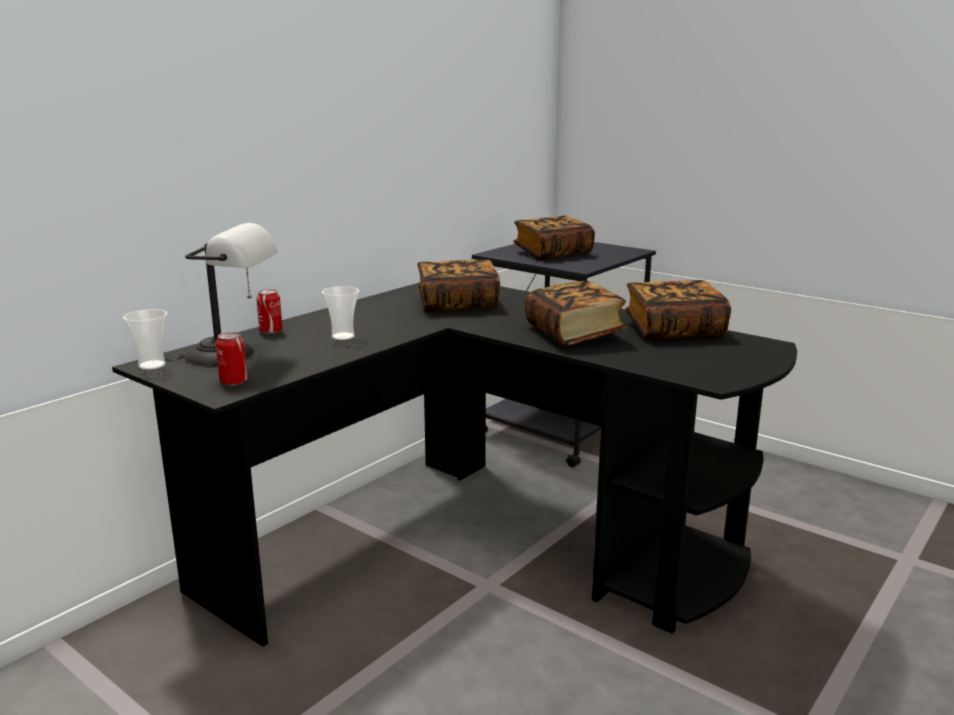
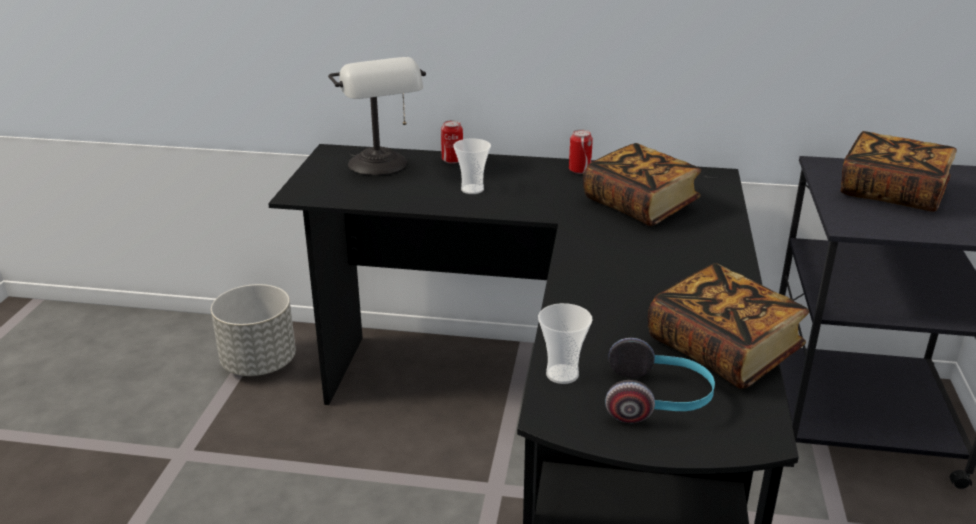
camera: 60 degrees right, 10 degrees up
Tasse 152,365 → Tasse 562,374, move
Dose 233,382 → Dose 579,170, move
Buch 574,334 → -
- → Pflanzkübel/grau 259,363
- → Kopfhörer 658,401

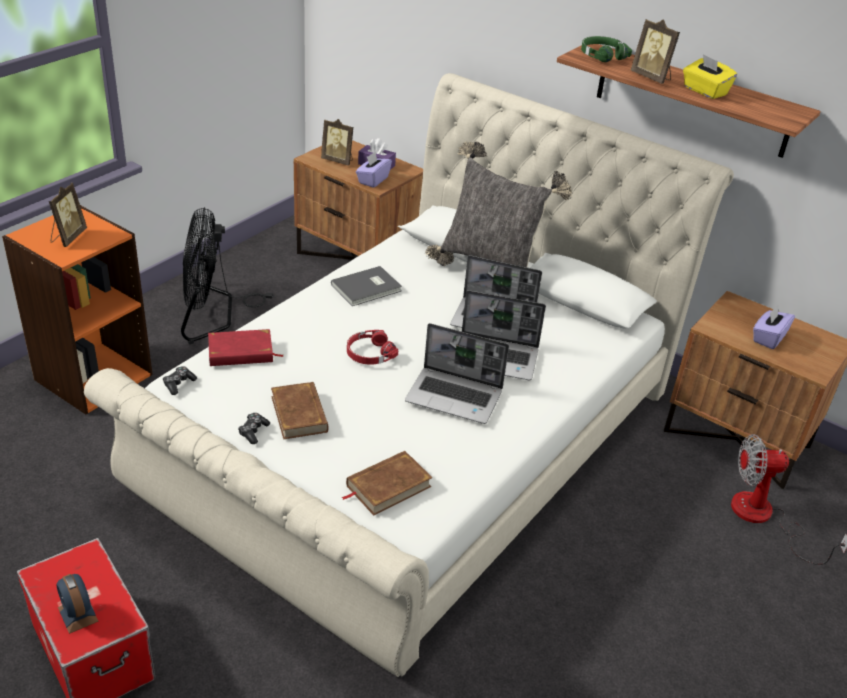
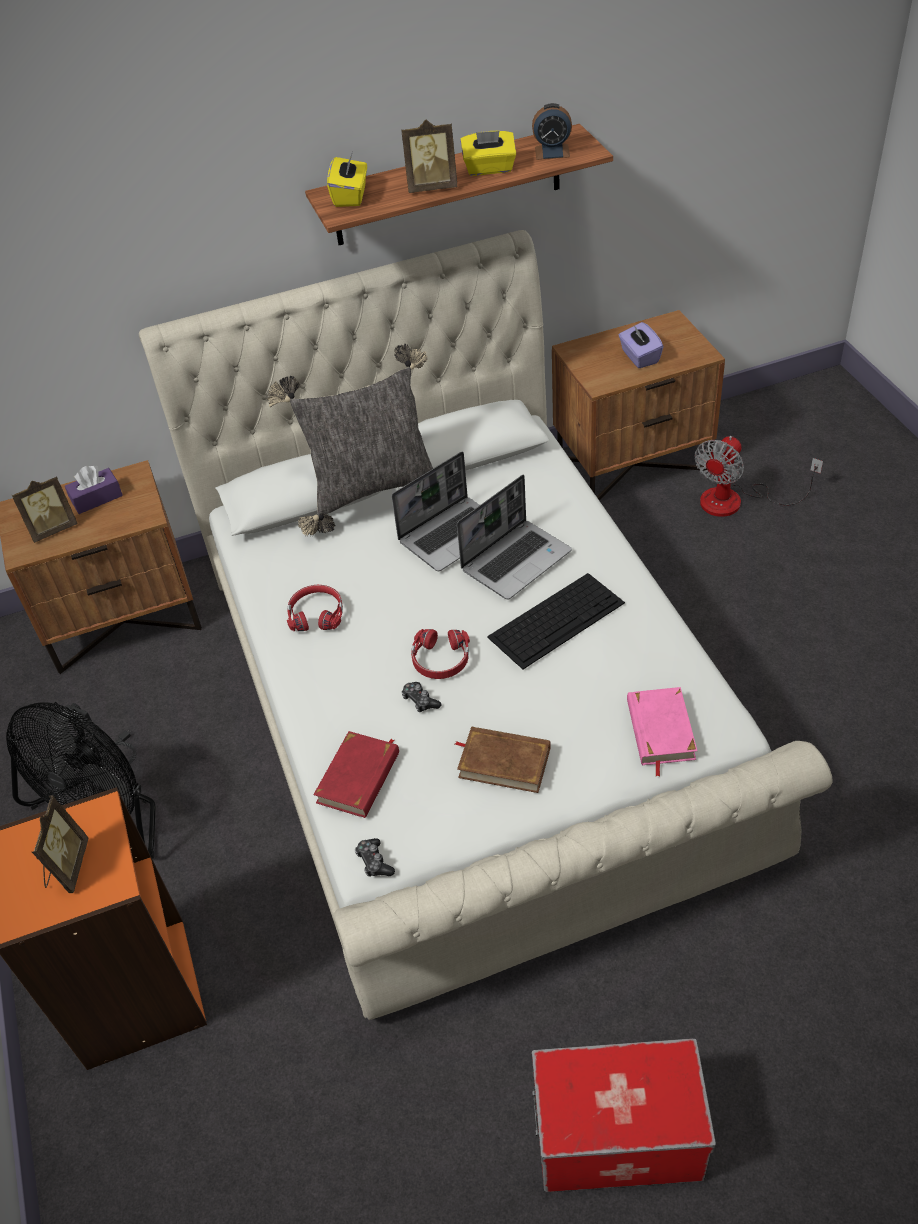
camera: 50 degrees left, 10 degrees up
Bilderrahmen 68,237 → Bilderrahmen 67,867, 45 degrees clockwise
Wecker 78,614 → Wecker 552,152, move
Gamepad 253,432 → Gamepad 420,701, move
Buch/grau 368,288 → Kopfhörer/rot 316,614
Buch/braun 388,486 → Buch/rosa 660,730
Taschentuchbox/lila 373,180 → -
Laptop 455,396 → Tastatur 557,619
Kopfhörer/grün 602,55 → Taschentuchbox/gelb 350,196

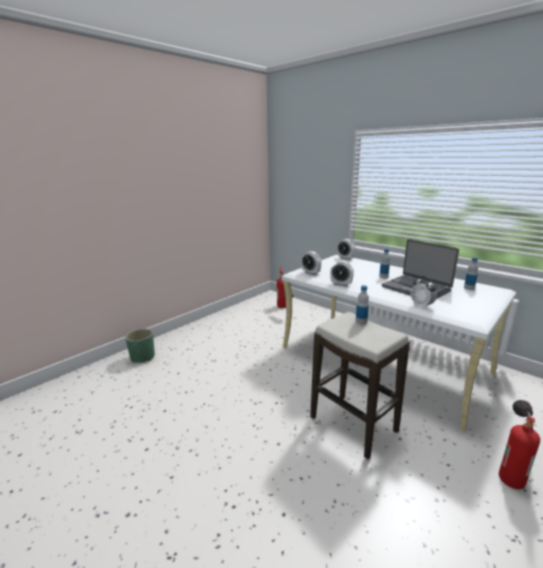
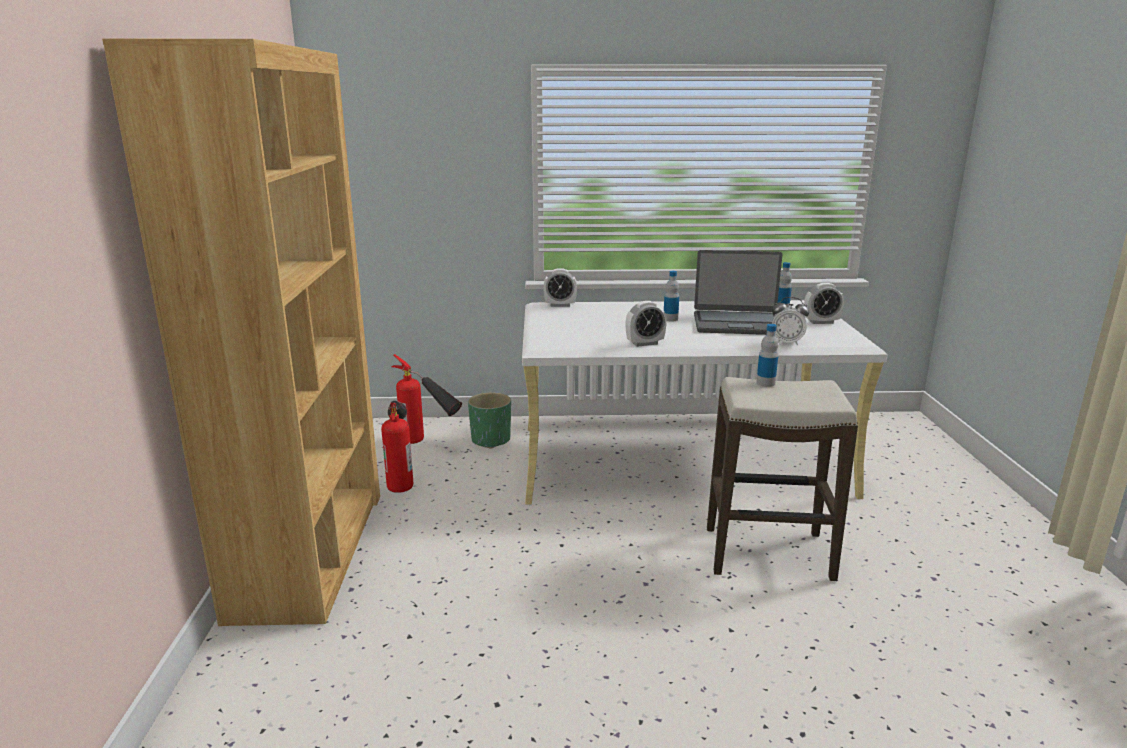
camera: 45 degrees left, 0 degrees up
Pflanzkübel/grün 143,357 → Pflanzkübel/grün 491,440, move
Wecker 311,273 → Wecker 821,322, move
Feuerlöscher 512,464 → Feuerlöscher 400,475, move
- → Bücherregal/braun 310,552

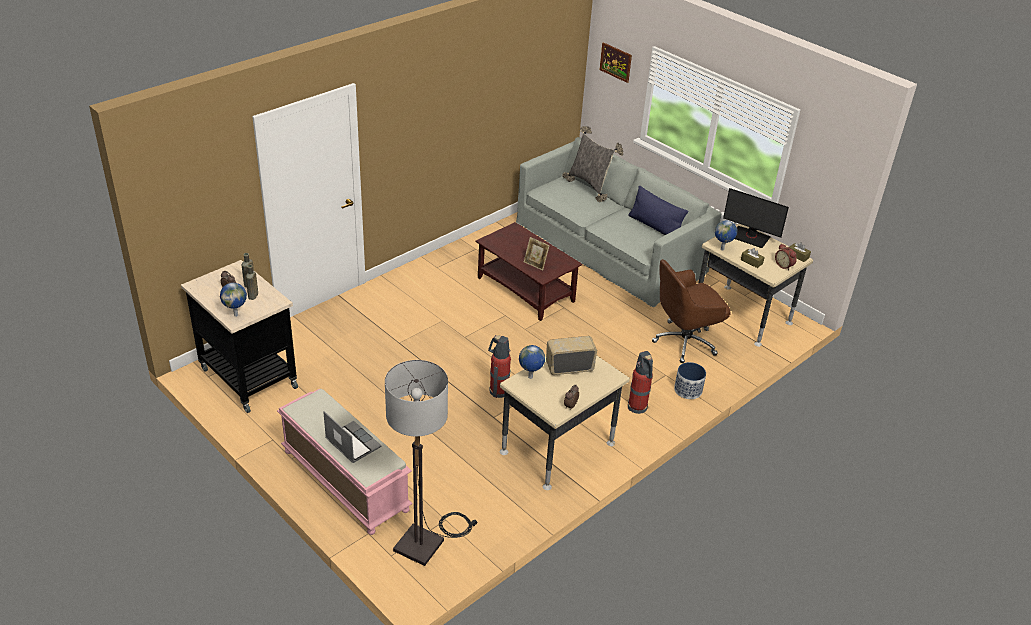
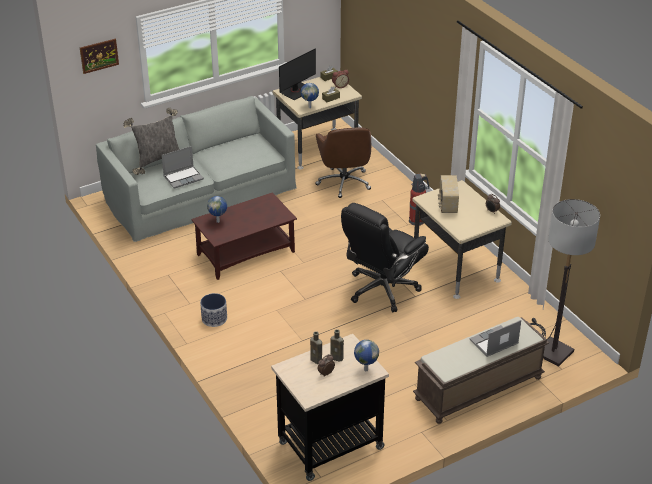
camera: 75 degrees left, 0 degrees up
Bank/rosa 344,480 → Bank/braun 478,389
Feuerlöscher 498,391 → Bürostuhl/schwarz 382,289
Globus 530,377 → Globus 218,221, move
Bilderrahmen 535,264 → -
Kissen/blau 655,227 → -
Pflanzkübel 688,390 → Pflanzkübel 214,319, move
- → Laptop 183,177

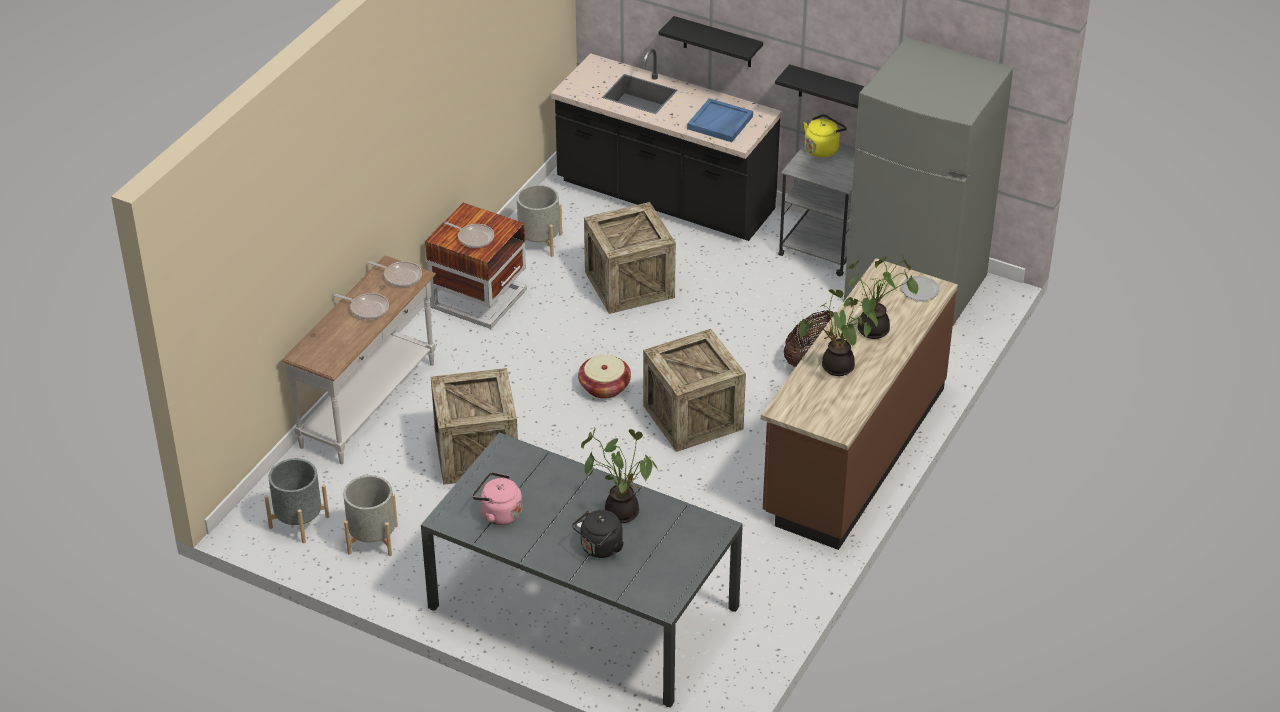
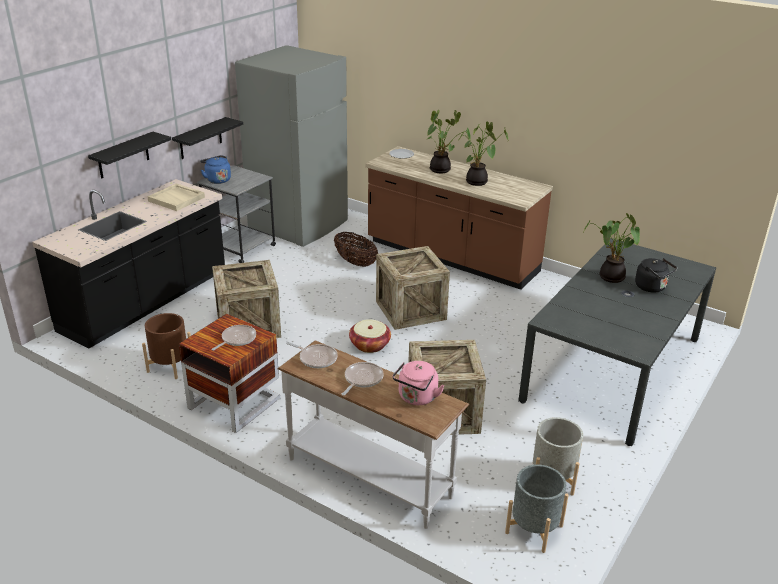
camera: 85 degrees left, 10 degrees down
Pfanne 401,276 → Pfanne 316,358, 90 degrees clockwise
Wasserkessel/rosa 498,513 → Wasserkessel/rosa 416,398, move
Pflanzkübel/grau 539,242 → Pflanzkübel/braun 170,366
Tablett/blau 720,123 → Tablett/beige 177,199
Wasserkessel/gelb 822,149 → Wasserkessel/blau 217,180

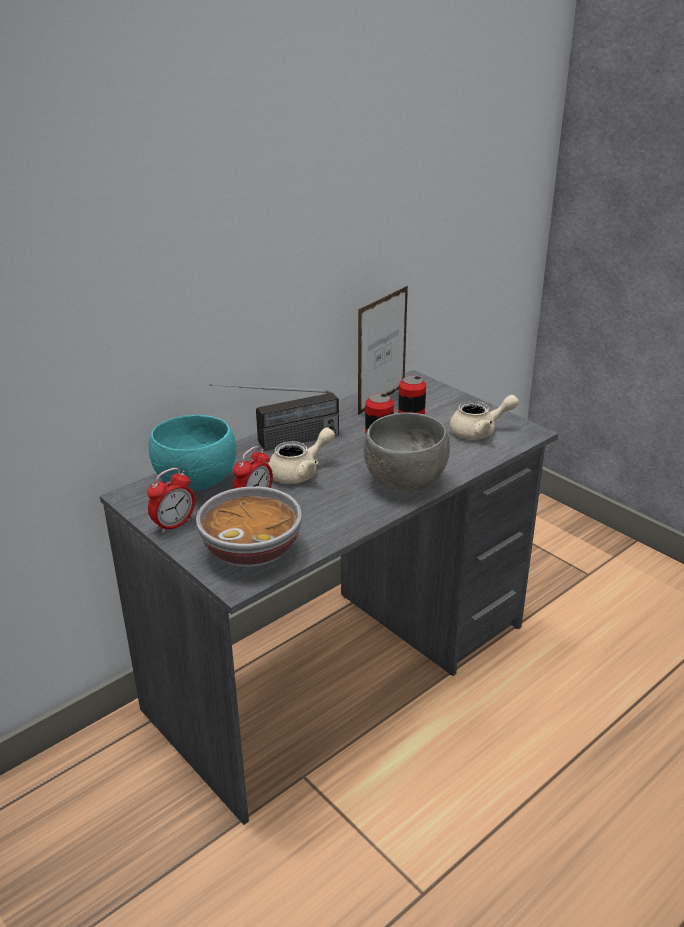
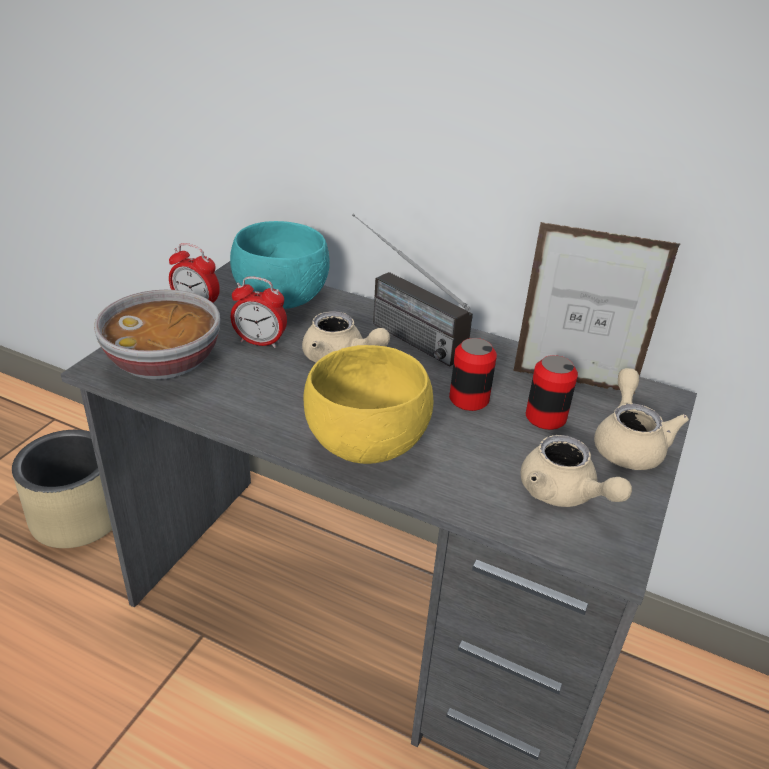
camera: 65 degrees right, 5 degrees up
Schüssel/grau 404,481 → Schüssel/gelb 366,443
- → Pflanzkübel/beige 78,517
- → Teekanne/beige 628,443

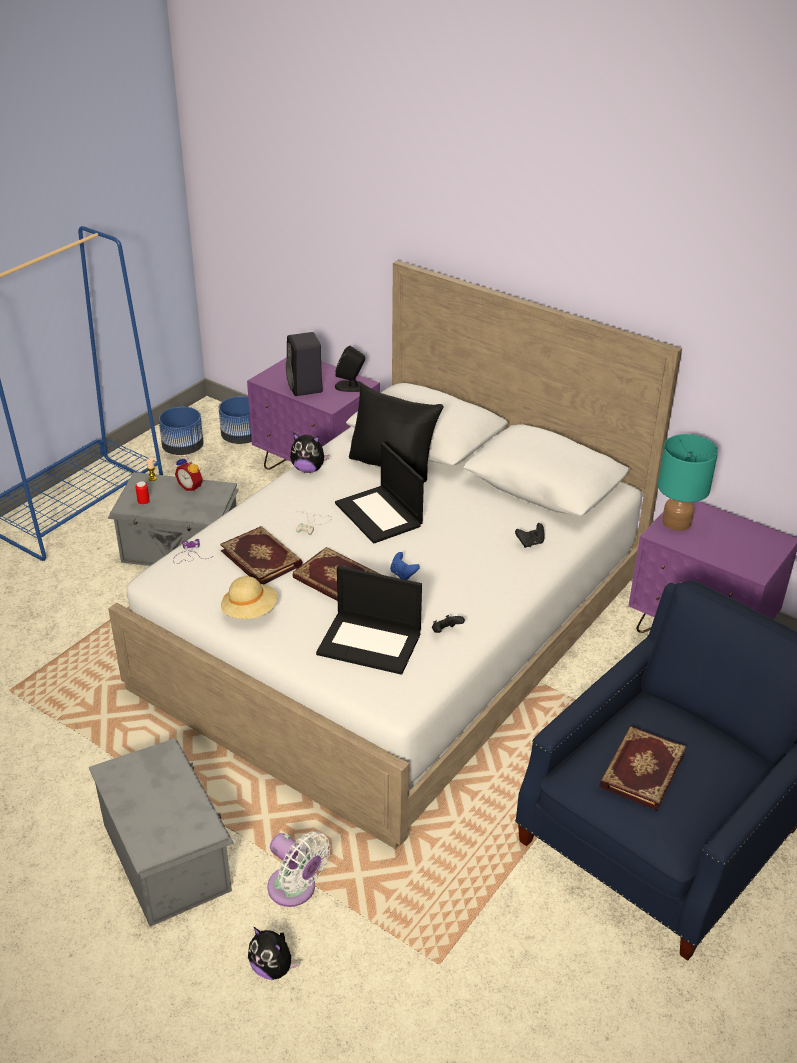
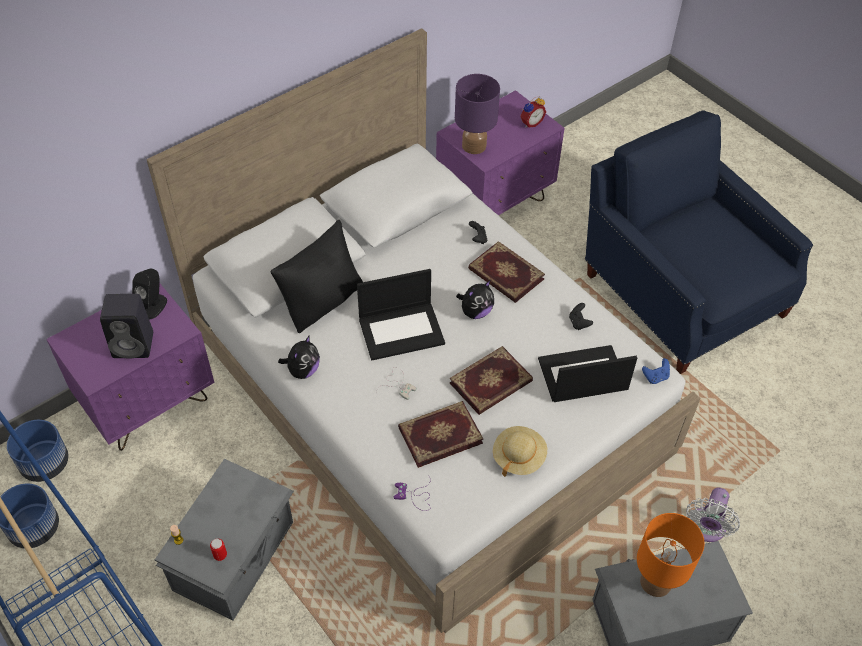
camera: 75 degrees left, 15 degrees up
Wecker 191,487 → Wecker 530,123, move
Plüschtier 273,968 → Plüschtier 475,312, move
Ventilator/weiß 295,890 → Ventilator/weiß 705,528, 150 degrees clockwise
Laptop 371,643 → Laptop 582,376, 135 degrees counterclockwise
Gamepad/blau 403,574 → Gamepad/blau 655,377, move
Buch 640,769 → Buch 505,275, move
Tischlampe/türkis 677,522 → Tischlampe/lila 474,145
- → Tischlampe/orange 655,582

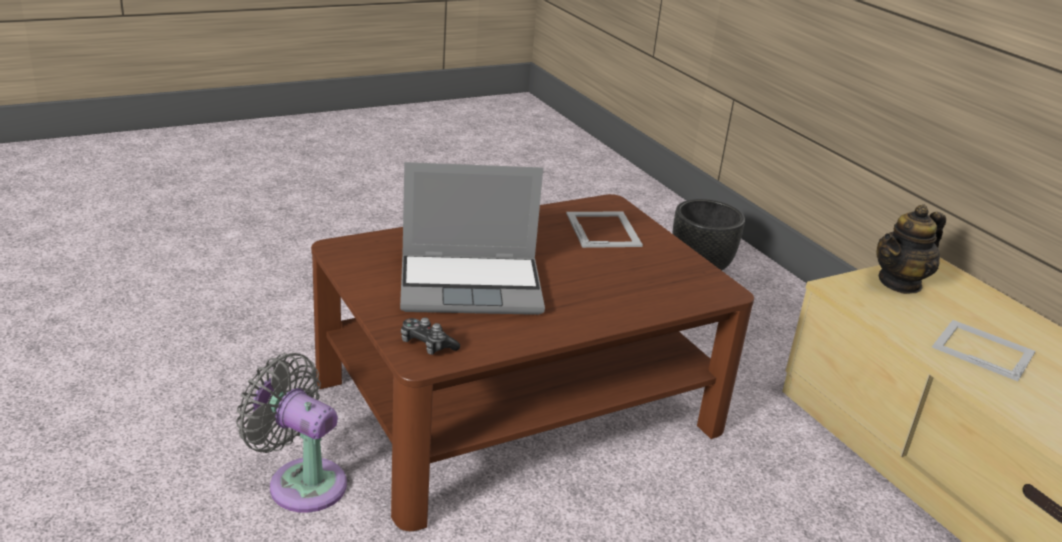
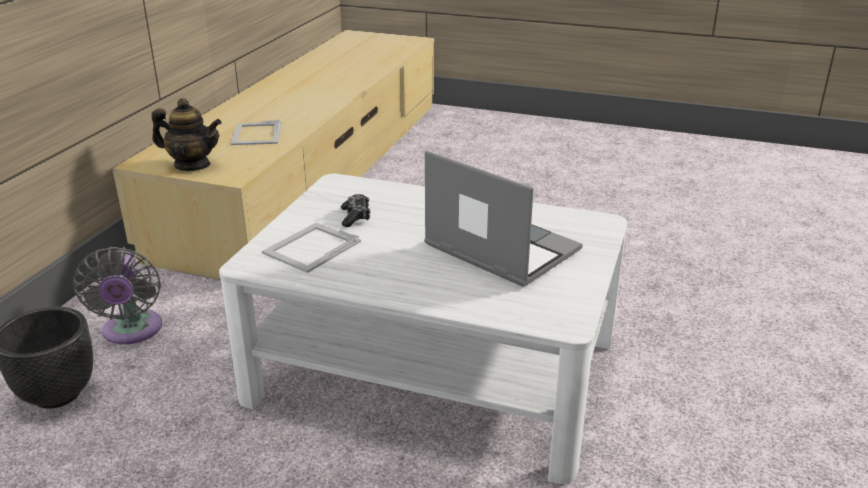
camera: 130 degrees left, 0 degrees up
Ventilator/grau 301,482 → Ventilator/grau 131,332, move
Couchtisch/braun 518,404 → Couchtisch/weiß 433,370
Gamepad 427,345 → Gamepad 356,217, move

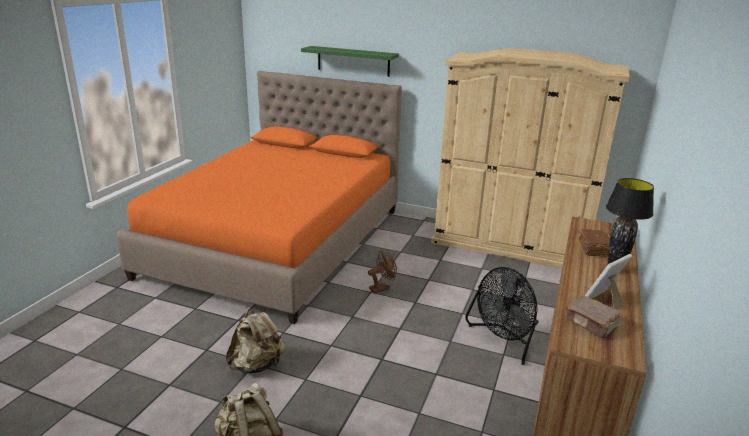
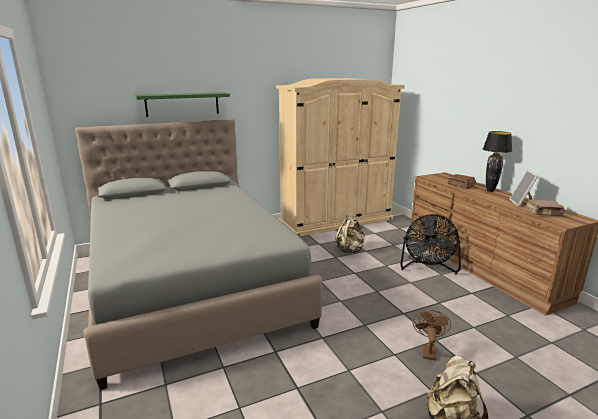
camera: 45 degrees left, 5 degrees down
Bett/orange 279,241 → Bett/grau 191,282
Rucksack/beige 257,365 → Rucksack/beige 350,250, move
Ventilator/braun 382,288 → Ventilator/braun 428,350, move

